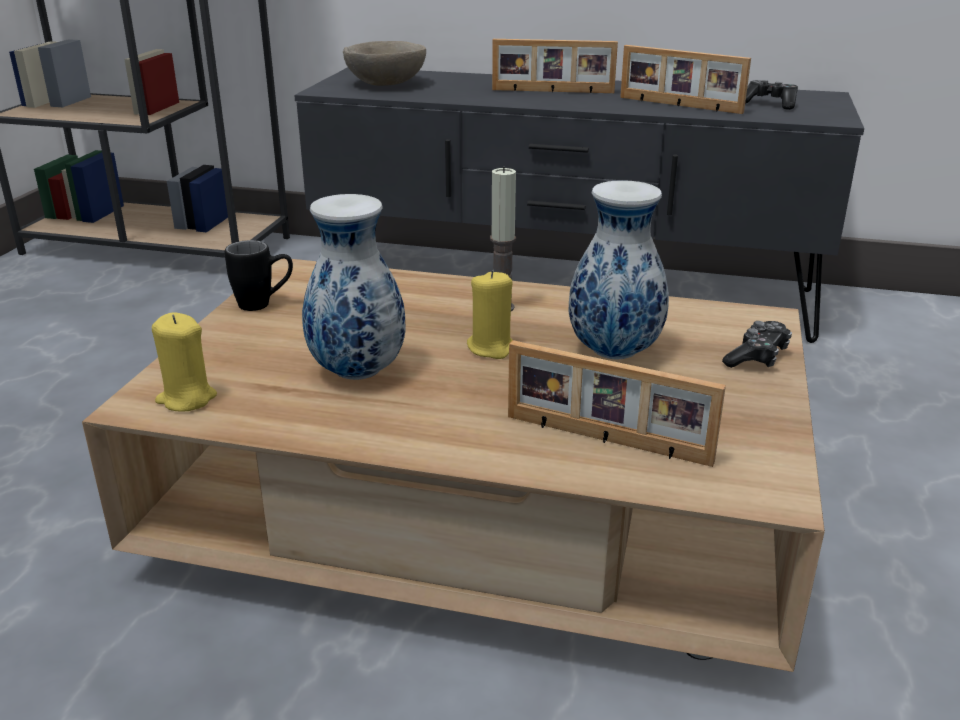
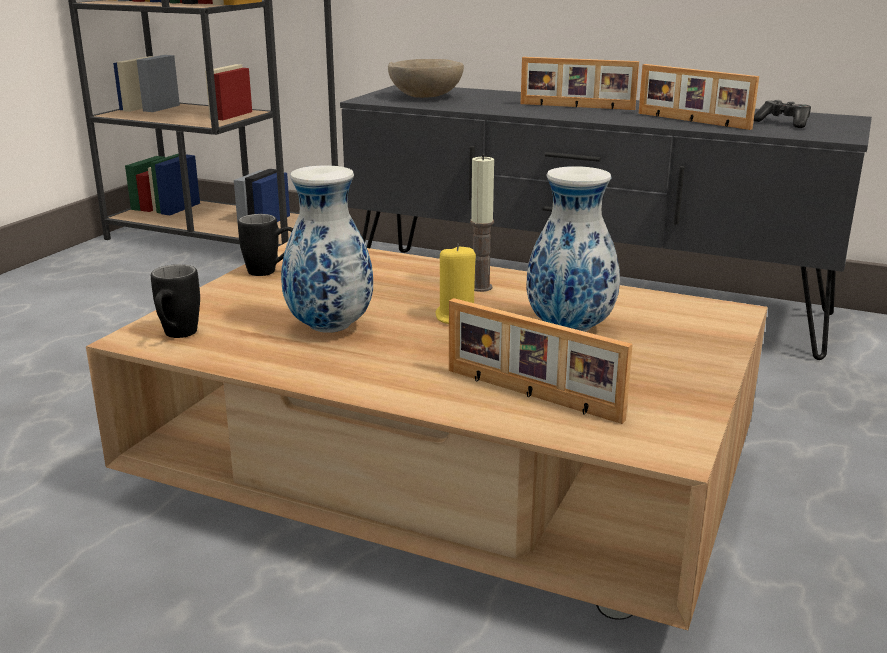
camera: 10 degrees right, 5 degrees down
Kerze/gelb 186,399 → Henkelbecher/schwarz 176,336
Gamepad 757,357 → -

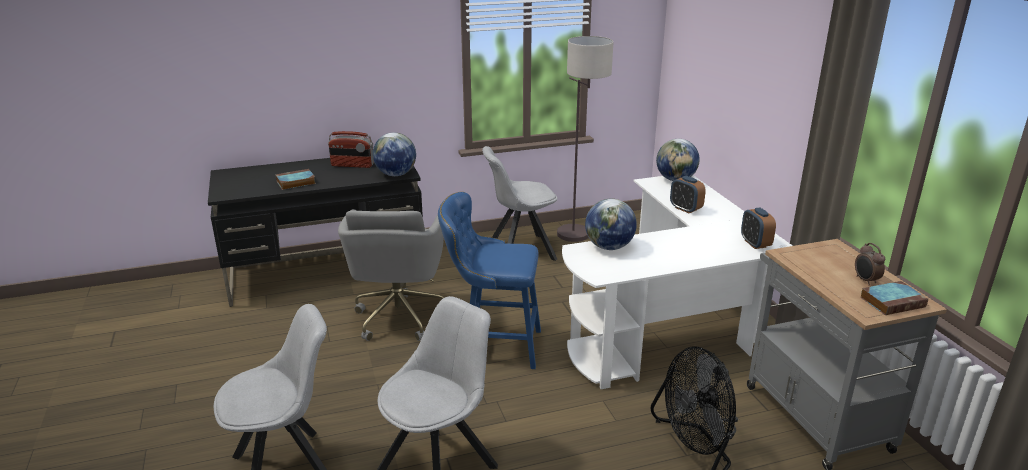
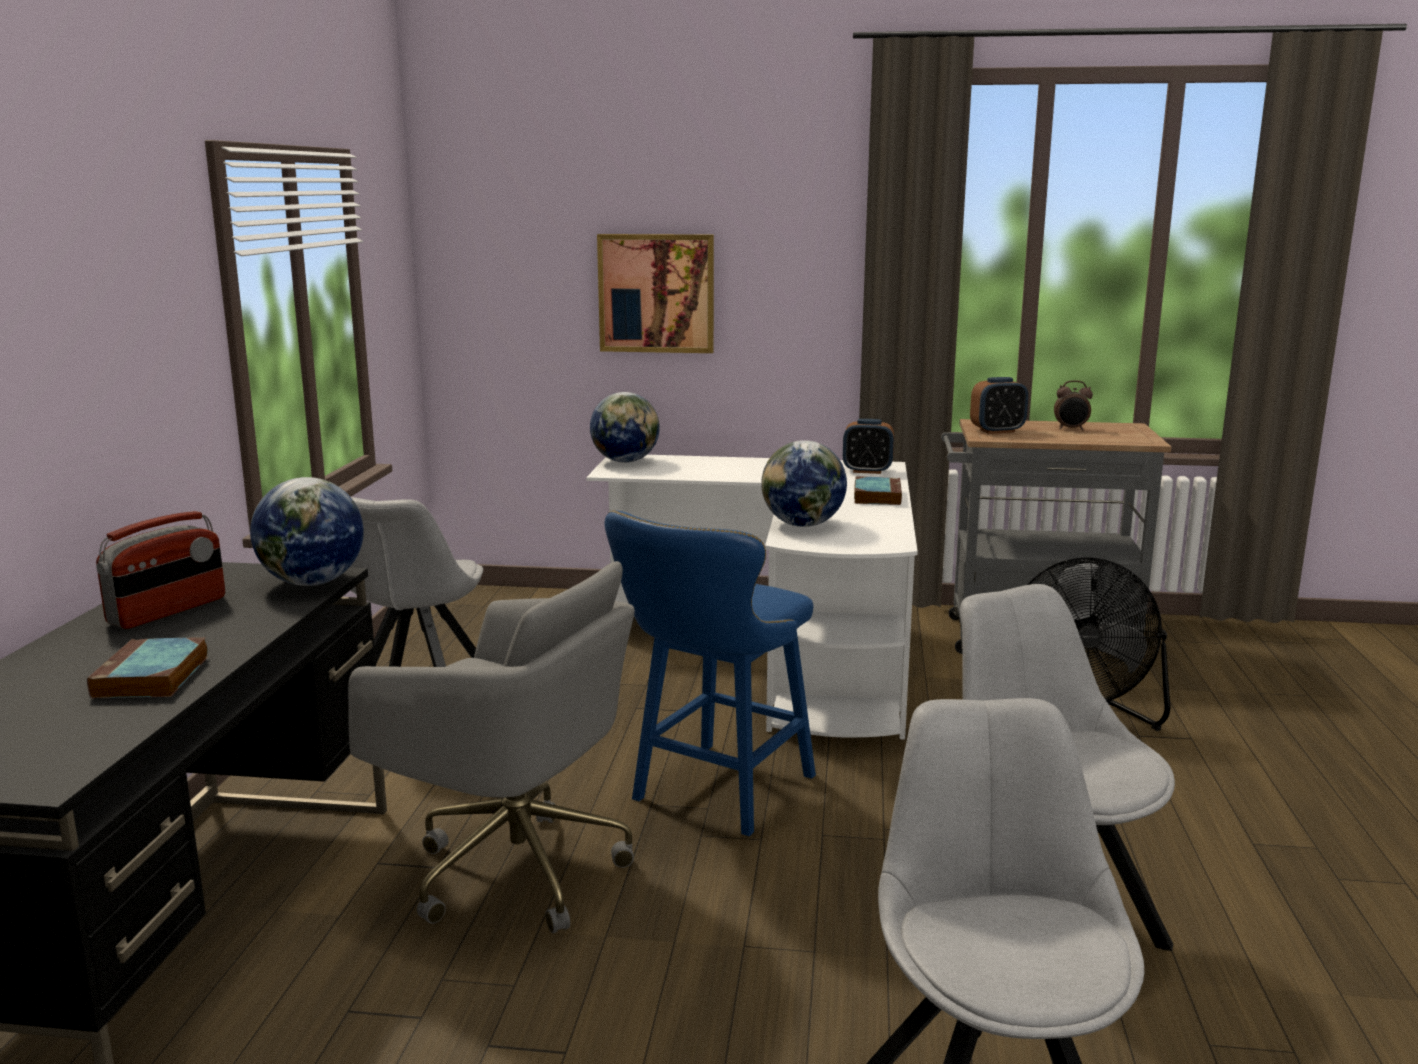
camera: 65 degrees left, 10 degrees down
Stehlampe/grau 579,238 → -
Wecker 685,209 → Wecker 997,431, move
Buch 893,301 → Buch 876,496, move
- → Bild 656,293

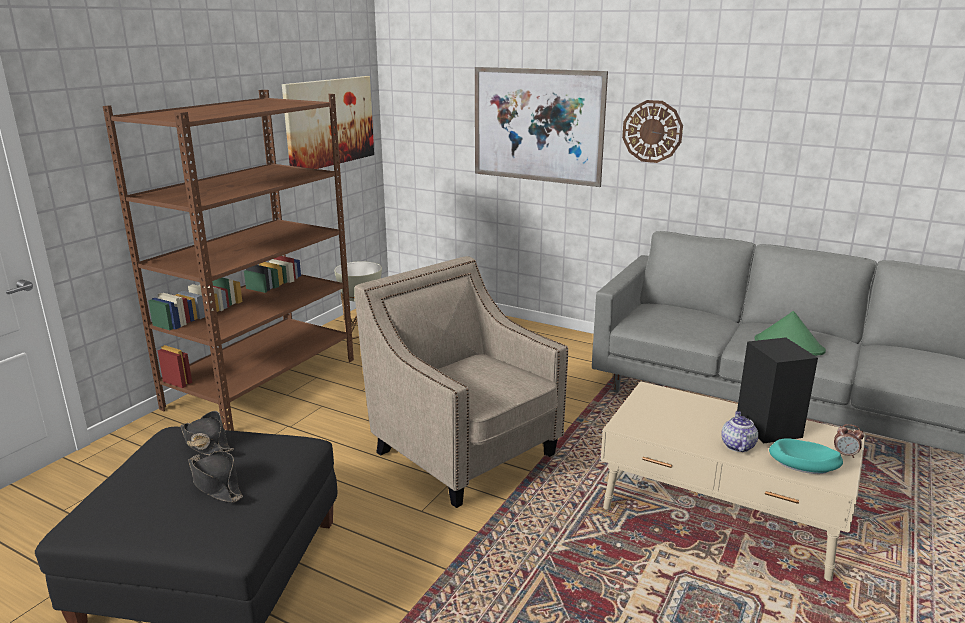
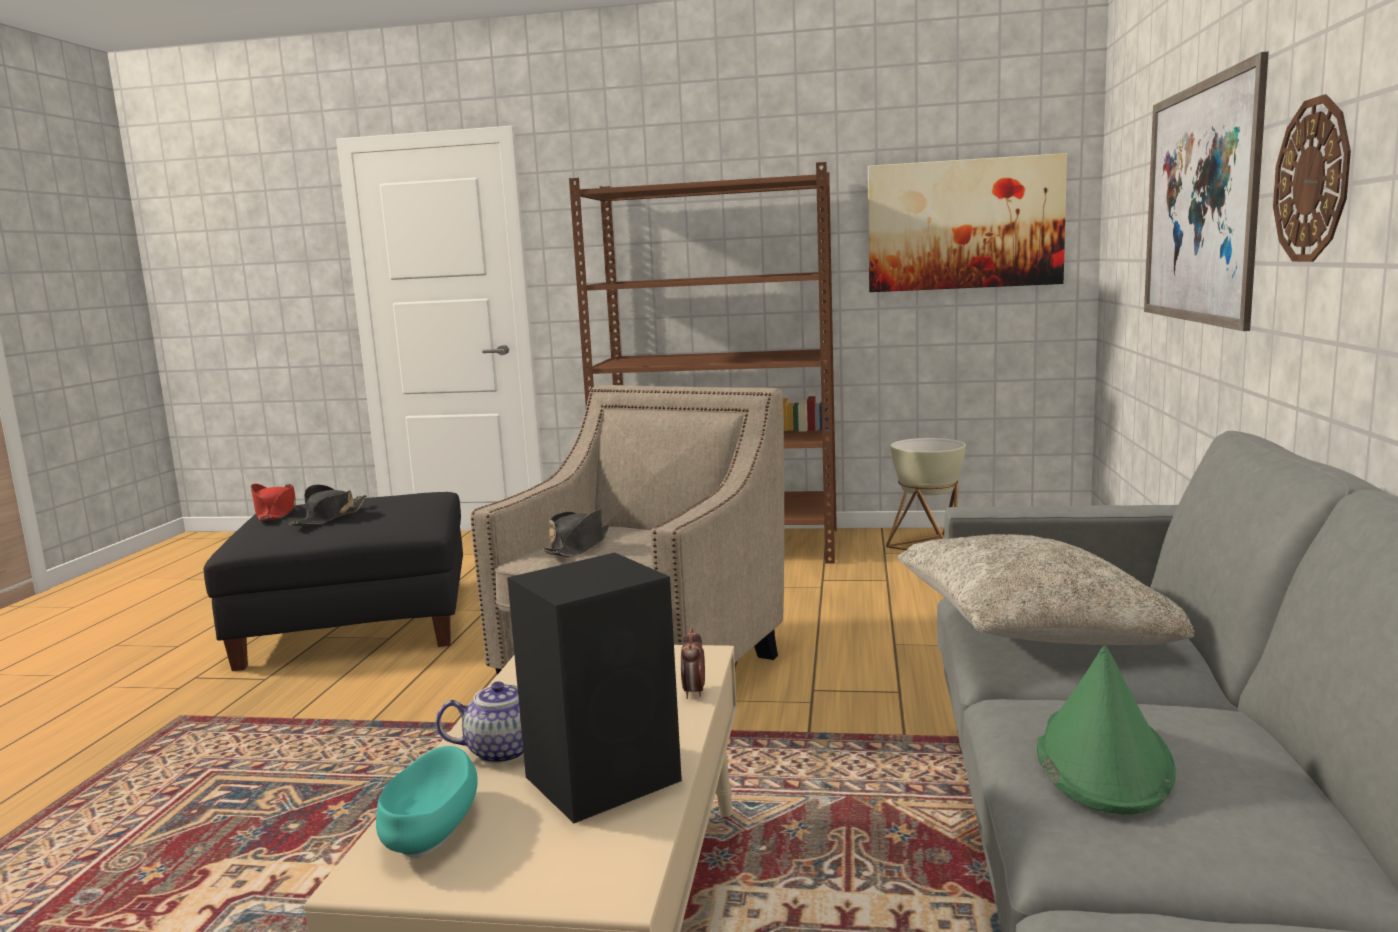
camera: 70 degrees right, 10 degrees down
Hut/schwarz 206,443 → Hut/schwarz 578,546, move
Wecker 845,454 → Wecker 694,692, move
- → Hut/rot 275,513
- → Kissen/beige 1034,628

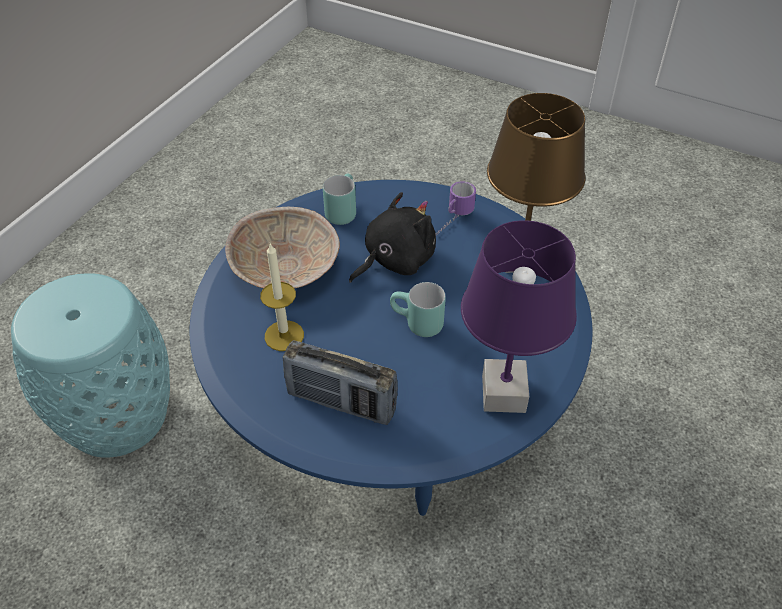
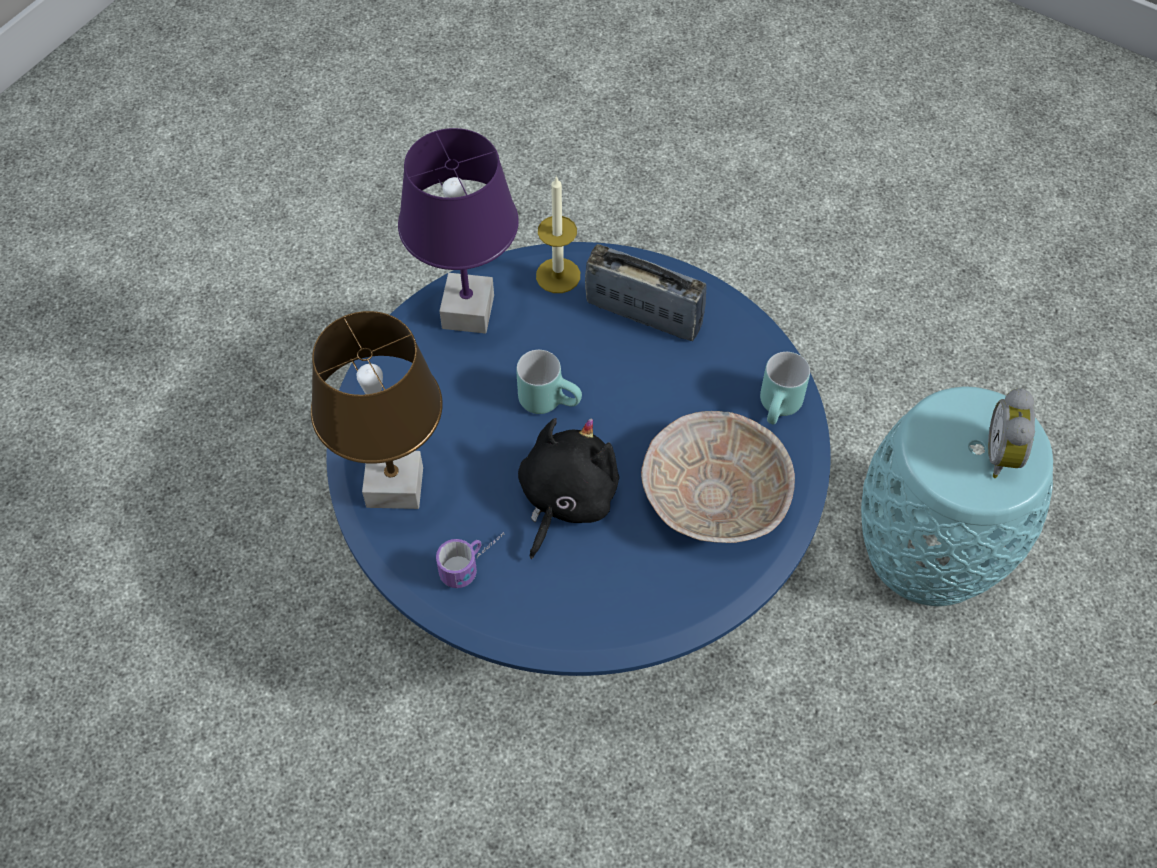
camera: 175 degrees left, 10 degrees up
Kerze 284,335 → Kerze 558,275, move
Henkelbecher/türkis 340,210 → Henkelbecher/türkis 781,409, move
Plüschtier/schwarz 395,260 → Plüschtier/schwarz 565,499, 150 degrees clockwise
- → Wecker 1004,455

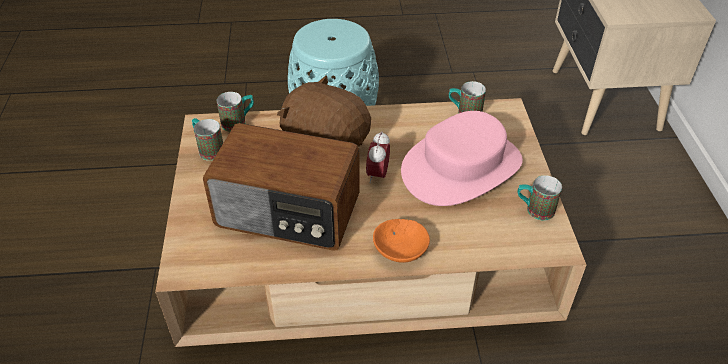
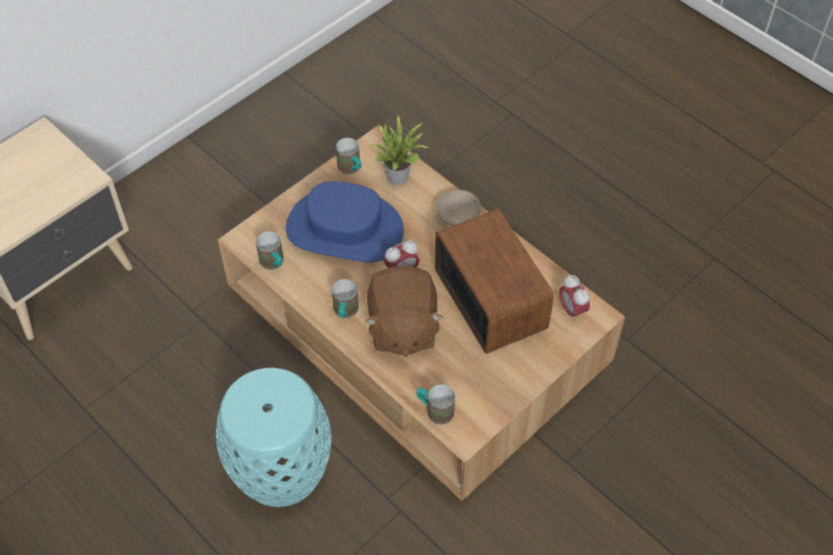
camera: 130 degrees left, 10 degrees up
Henkelbecher 208,149 → Henkelbecher 345,313, move
Schüssel/orange 399,251 → Schüssel/beige 459,216
Hut/rosa 462,167 → Hut/blau 345,229
- → Topfpflanze 398,175
- → Wecker 572,310

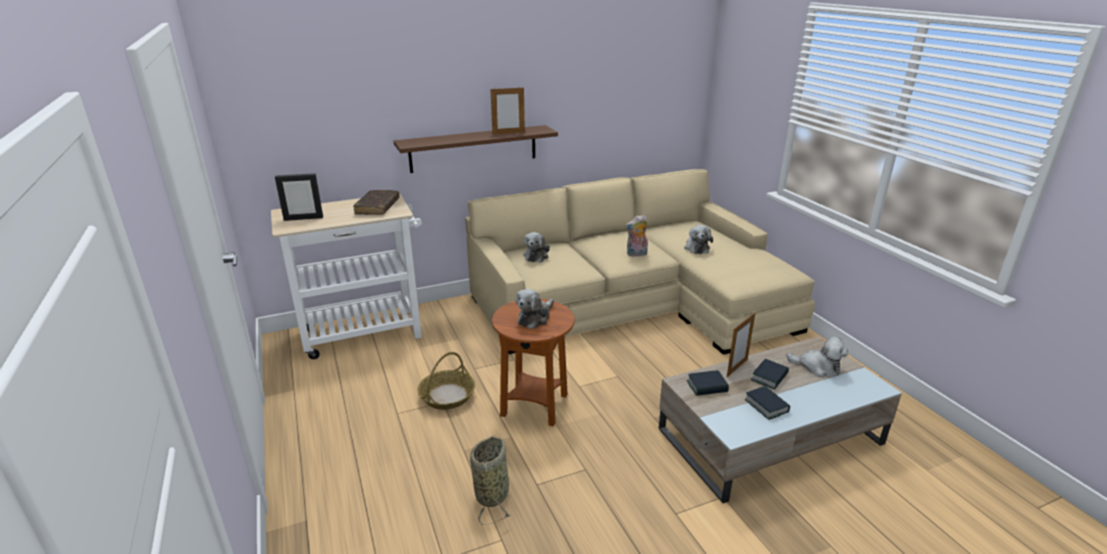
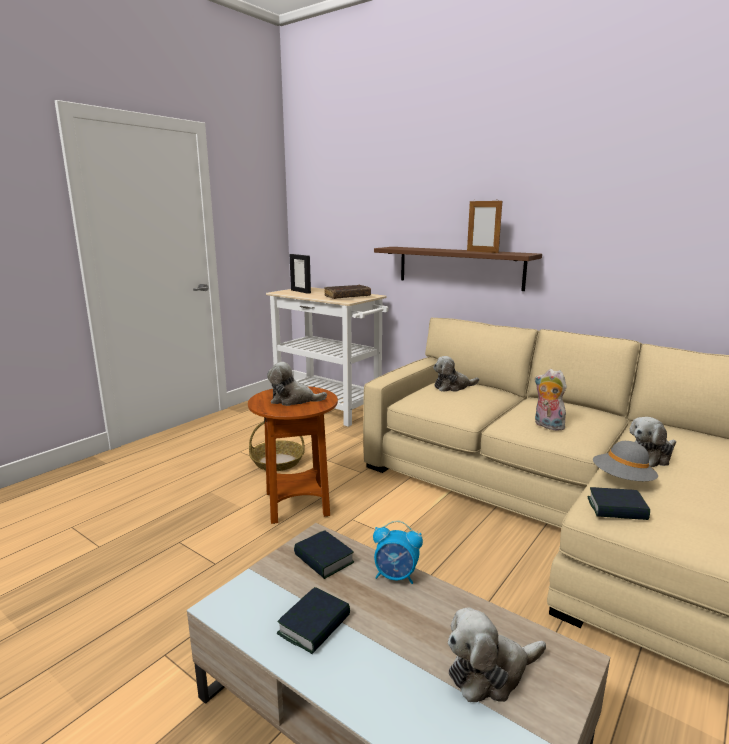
camera: 60 degrees right, 10 degrees down
Korb 492,493 → -
Bilderrahmen 737,368 → Wecker 396,576
Buch 769,377 → Buch 617,509, move
Plüschtier 817,367 → Plüschtier 490,672, 75 degrees clockwise
- → Hut/grau 622,480

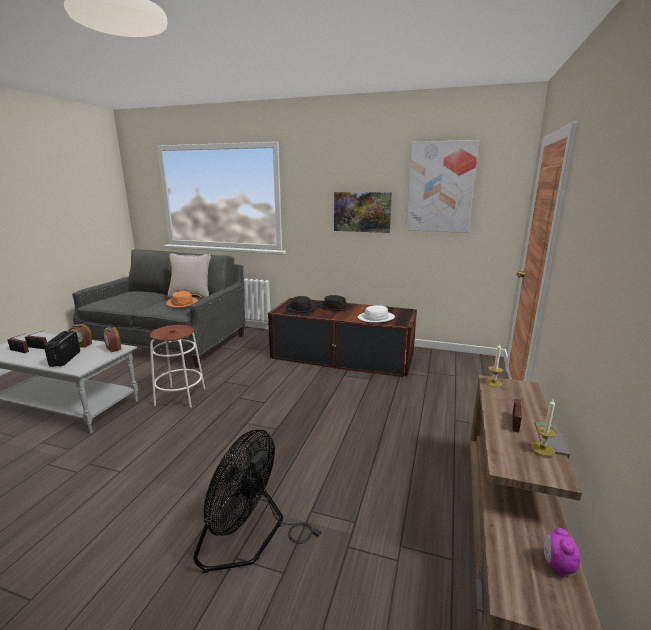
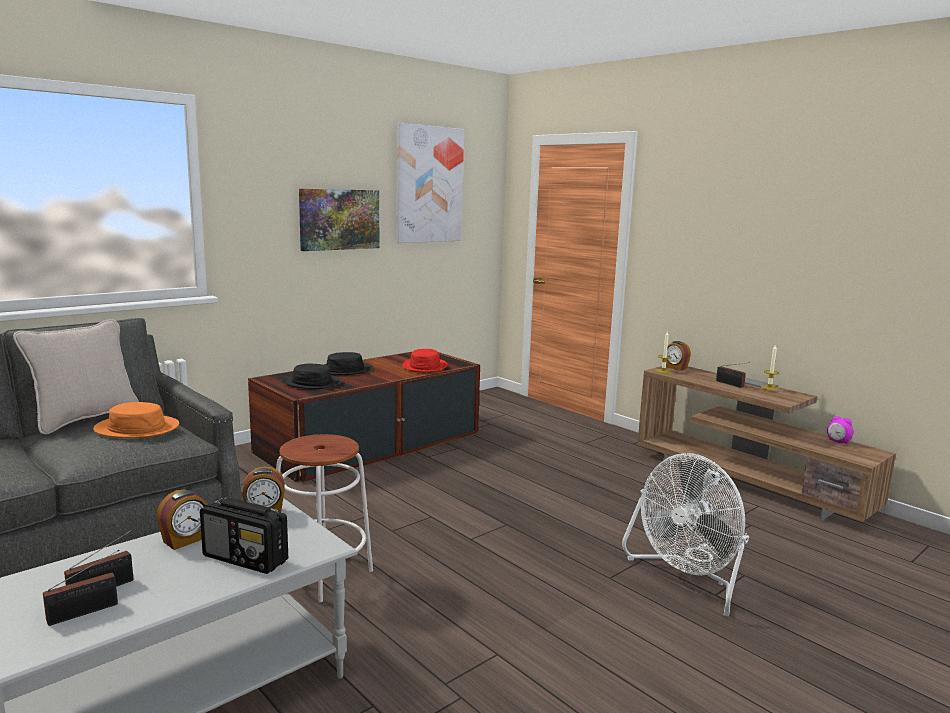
camera: 60 degrees left, 5 degrees down
Ventilator/schwarz 258,533 → Ventilator/weiß 687,576
Hut/weiß 376,318 → Hut/rot 425,366
- → Wecker 675,368

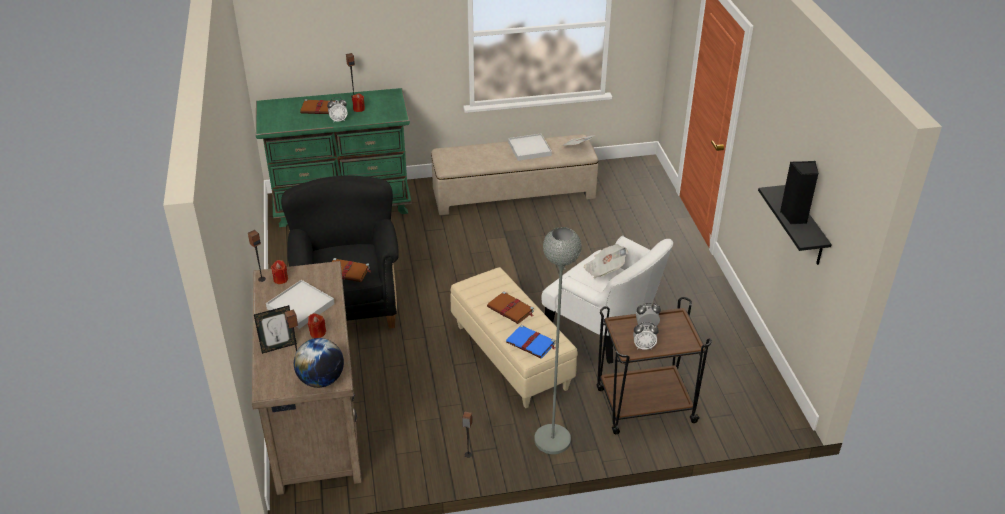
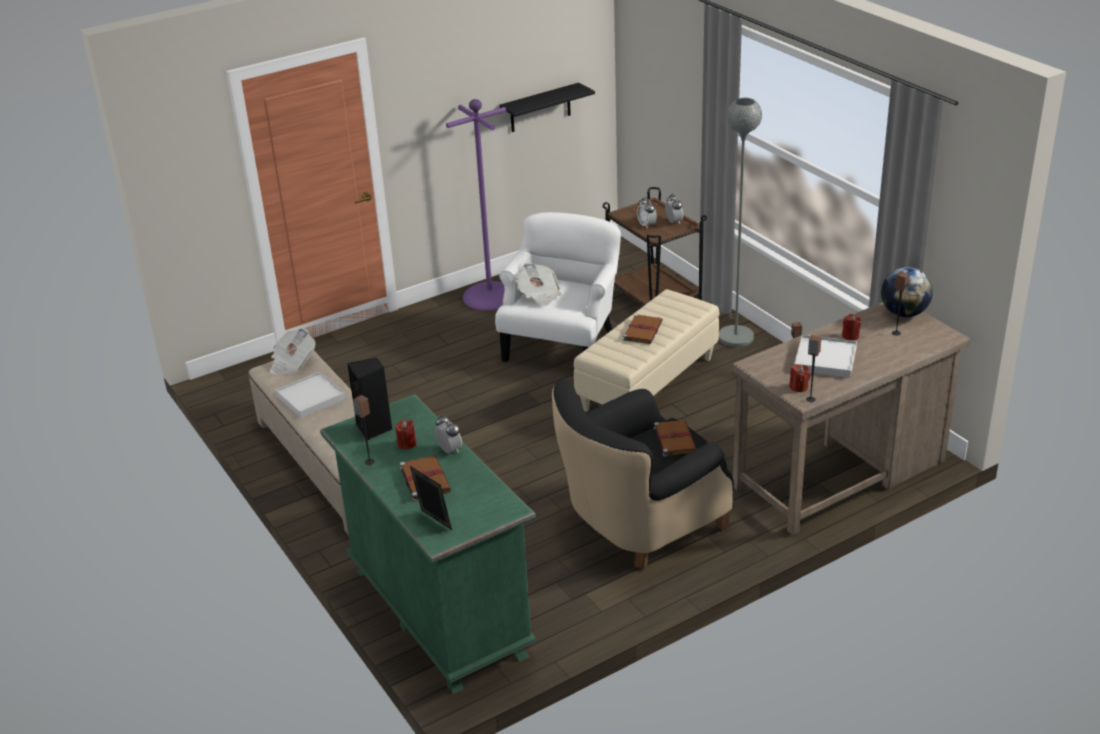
camera: 110 degrees left, 5 degrees down
Bilderrahmen 278,347 → Bilderrahmen 433,522, move
Buch/blau 531,343 → -
Lautsprecher/schwarz 794,217 → Lautsprecher/schwarz 375,428, move
- → Kleiderständer/lila 490,296

